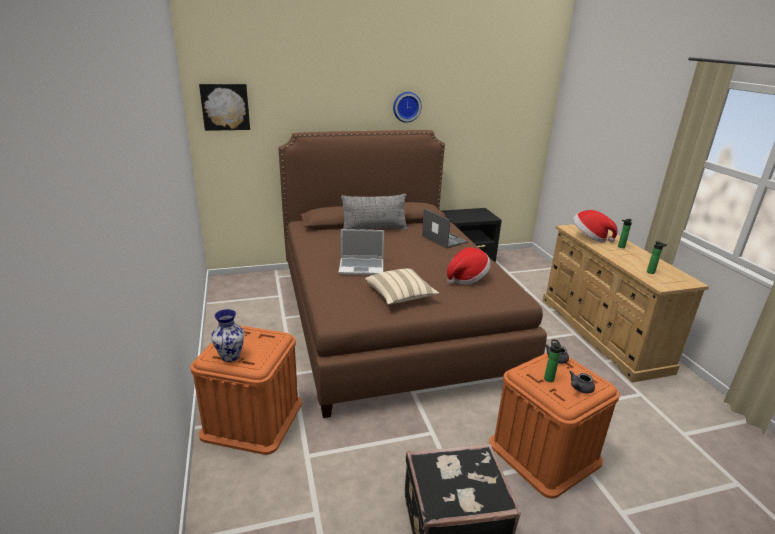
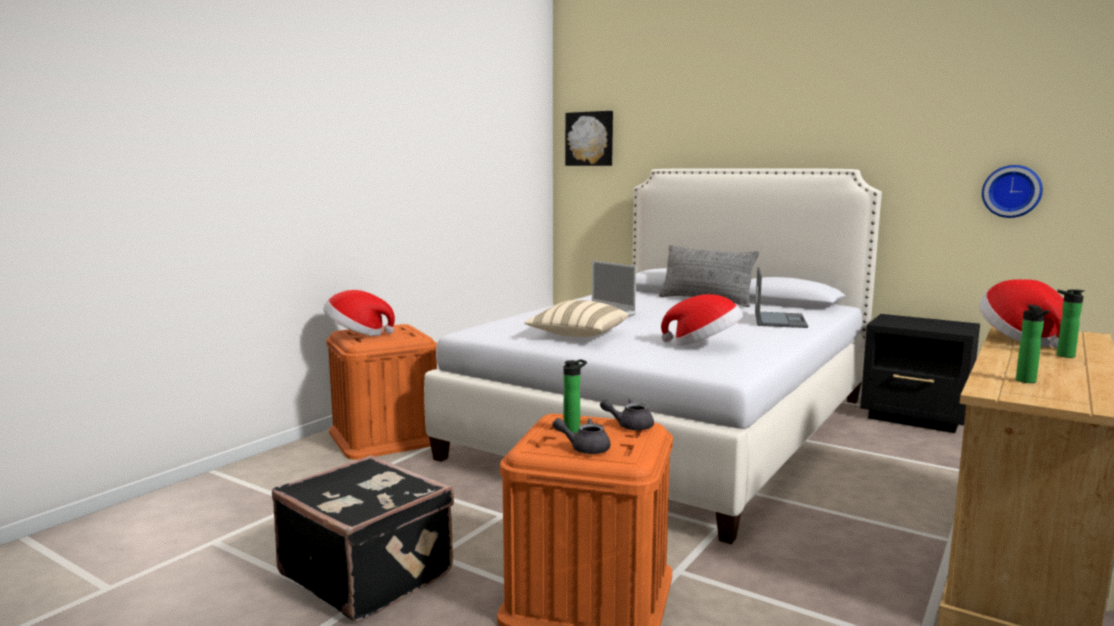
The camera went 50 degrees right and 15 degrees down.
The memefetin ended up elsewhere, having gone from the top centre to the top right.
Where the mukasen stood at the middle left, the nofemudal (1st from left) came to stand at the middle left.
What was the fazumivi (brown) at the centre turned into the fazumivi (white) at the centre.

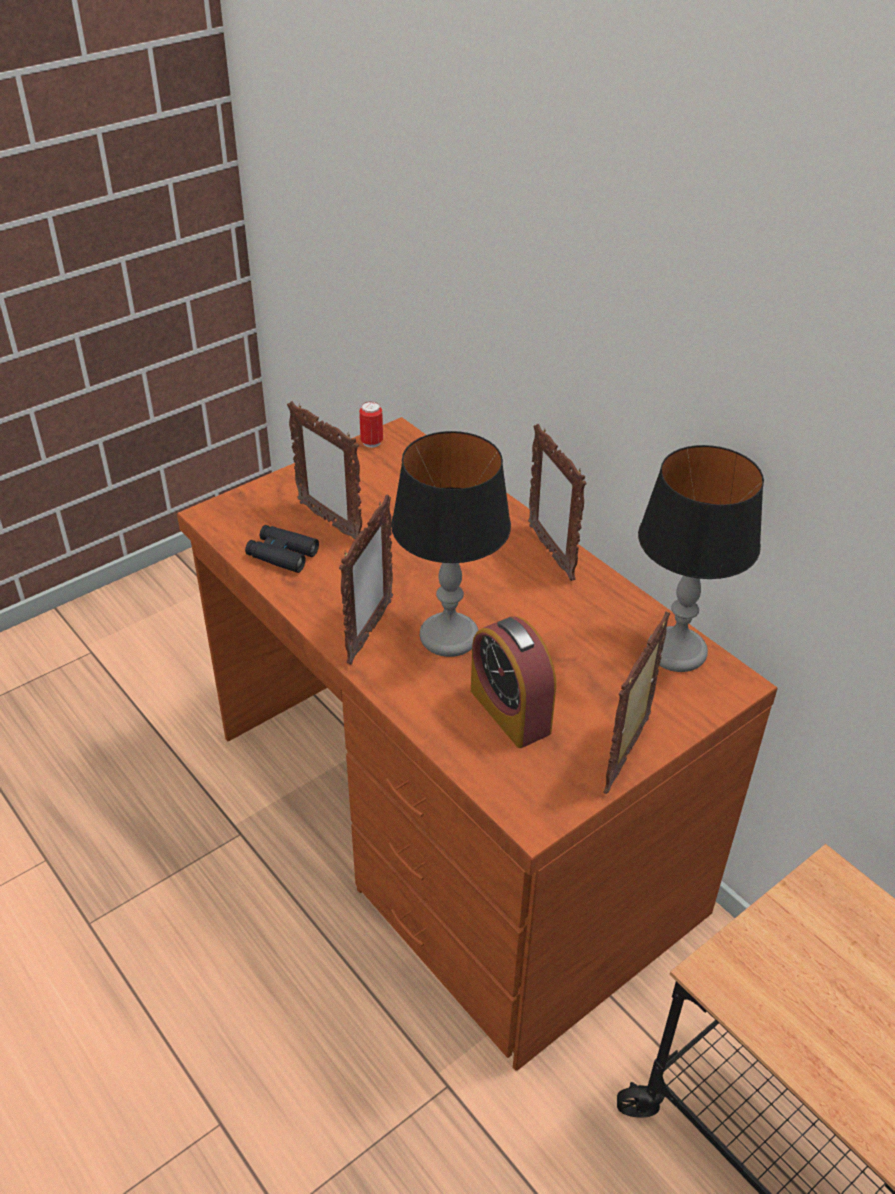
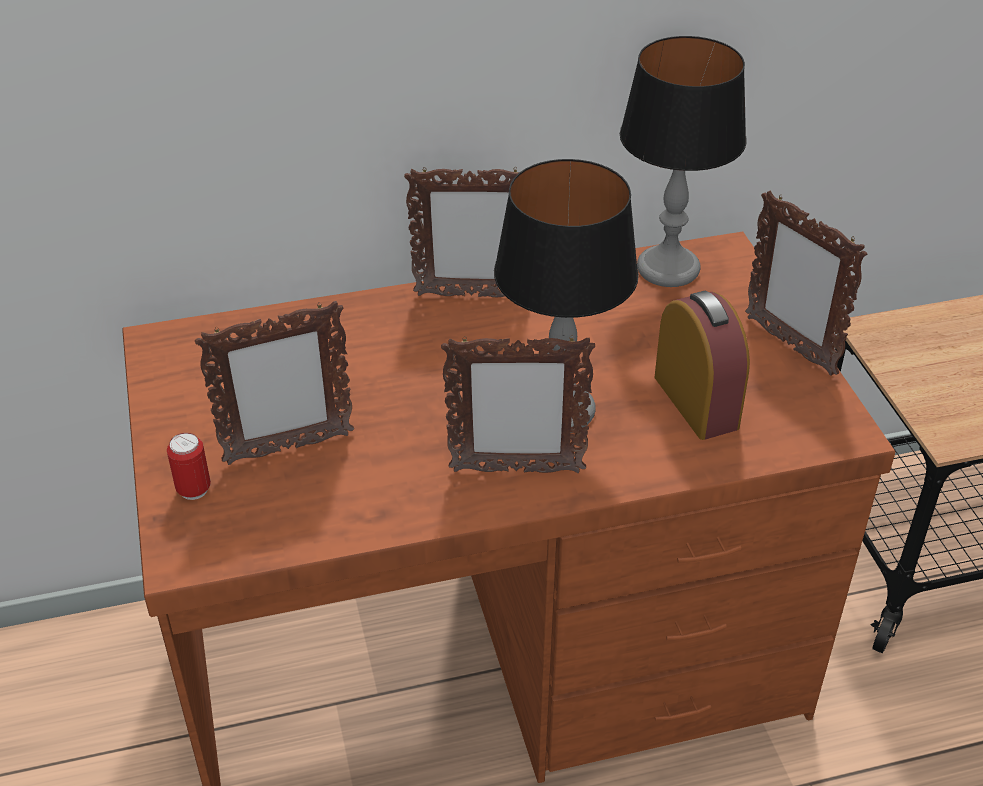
The camera went 65 degrees left and 0 degrees up.
The second view lost the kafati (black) at the middle left.
The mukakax ended up elsewhere, having gone from the centre to the middle left.
The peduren (2nd from left in the first image) at the centre ended up facing another way, 135 degrees clockwise from before.
The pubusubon at the centre ended up facing another way, 105 degrees counterclockwise from before.

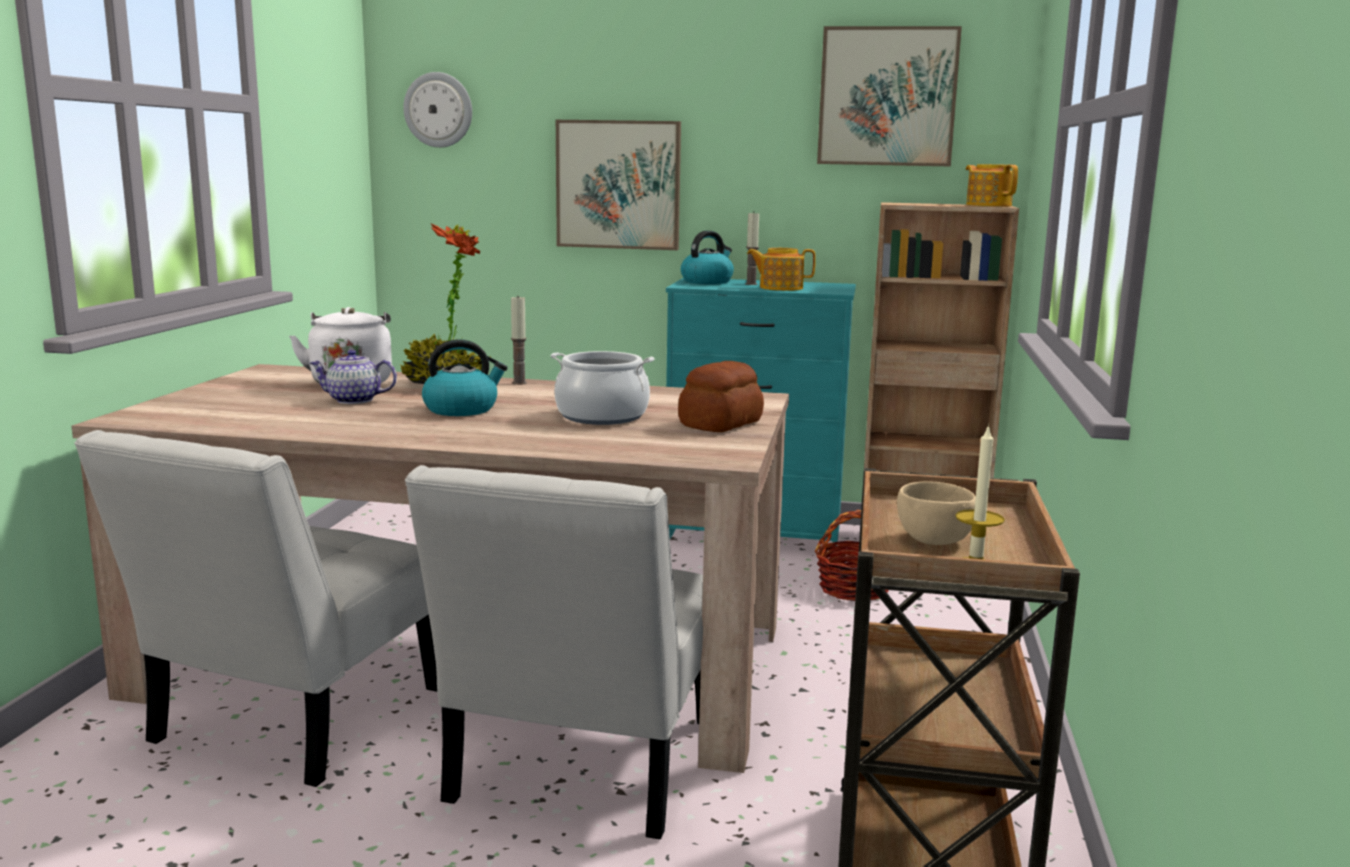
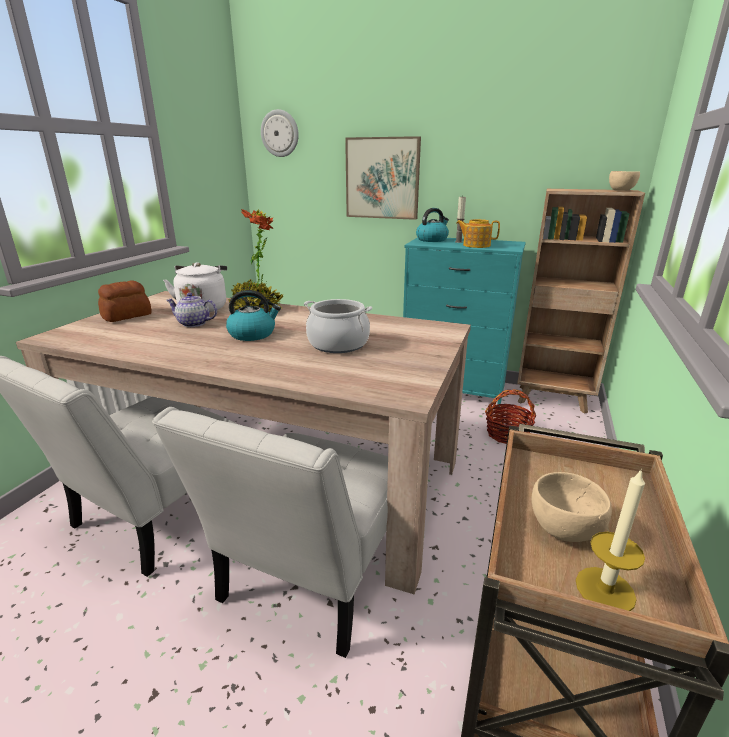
The camera went 10 degrees right and 10 degrees up.
The second view lost the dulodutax (1st from left) at the centre.
The second view lost the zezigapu (2nd from left) at the top centre.
The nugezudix ended up elsewhere, having gone from the centre to the middle left.
Where the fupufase (3rd from left) stood at the top right, the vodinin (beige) (2nd from left) came to stand at the top right.

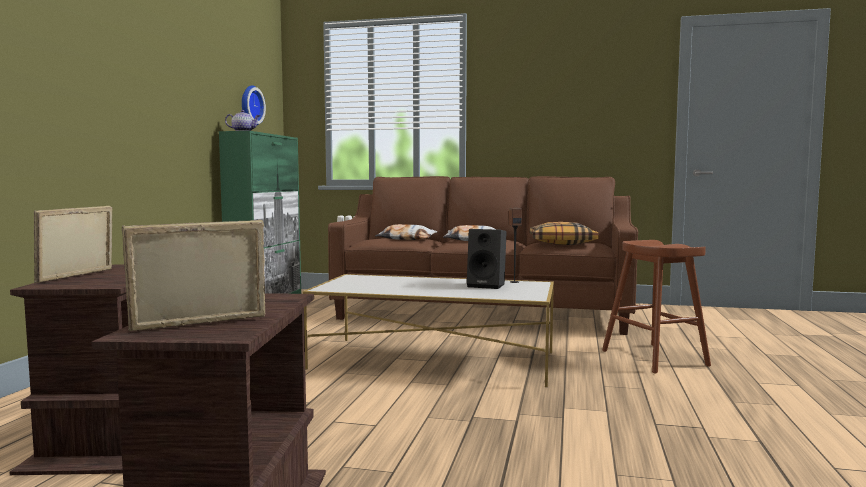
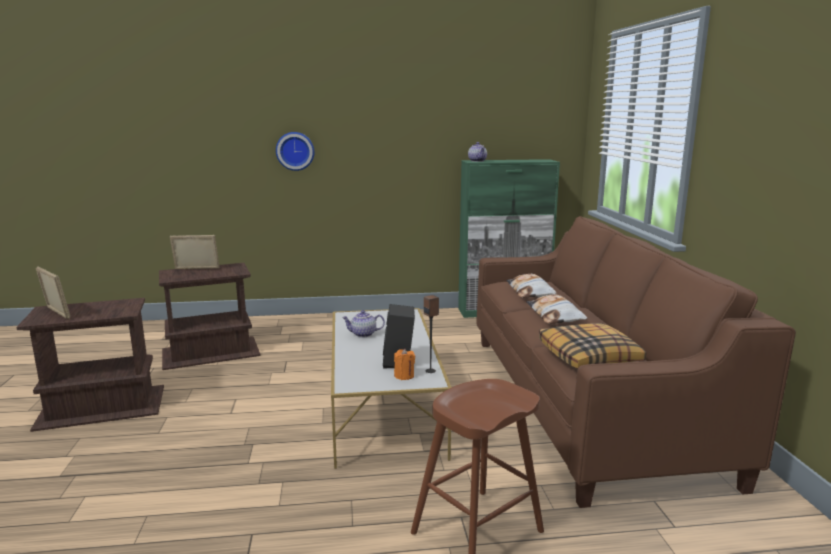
The camera went 70 degrees right and 10 degrees up.
The second view gained the fupufase (1st from left) at the centre.
The second view gained the dulodutax (orange) at the centre.
The memefetin ended up elsewhere, having gone from the top left to the top centre.

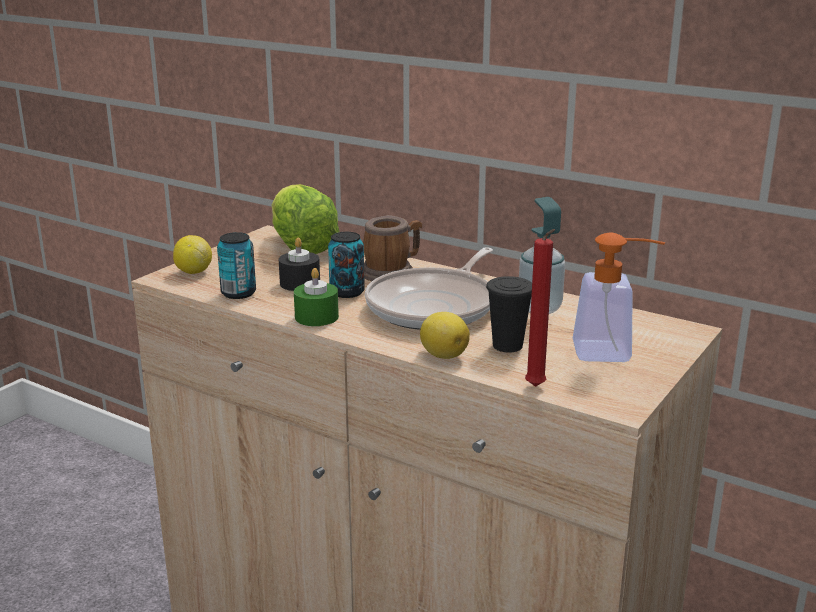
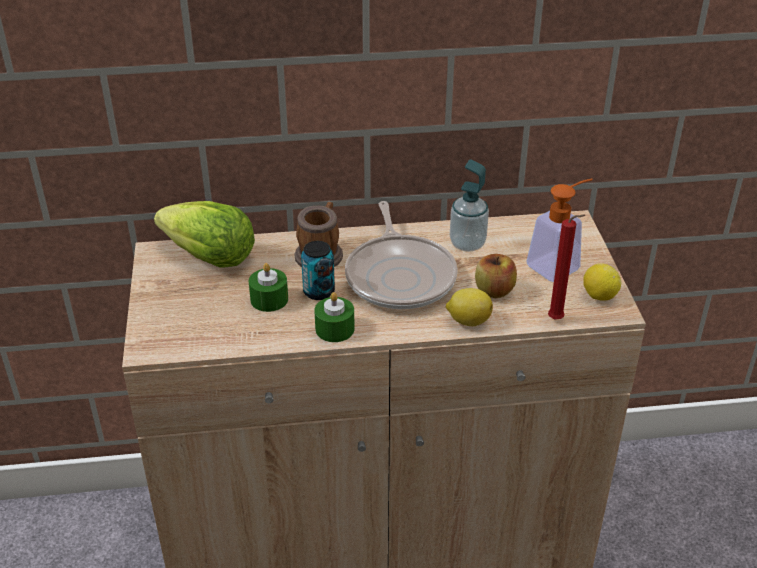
The camera went 40 degrees left and 15 degrees up.
The second view lost the mukakax (1st from left) at the middle left.
The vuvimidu (1st from left in the first image) ended up elsewhere, having gone from the middle left to the middle right.
Where the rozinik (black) stood at the centre, the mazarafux came to stand at the centre.
What was the dulodutax (black) at the centre turned into the dulodutax (green) (1st from left) at the centre.

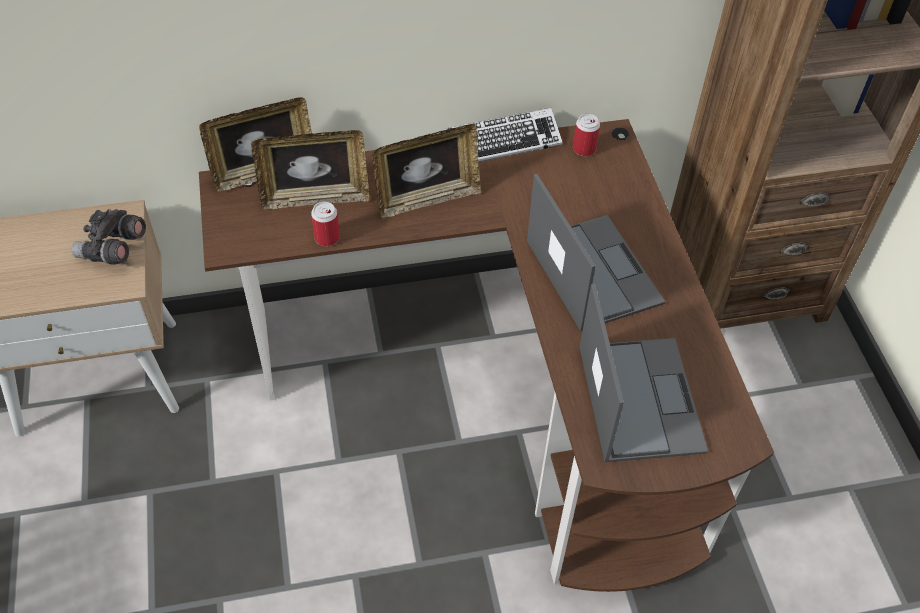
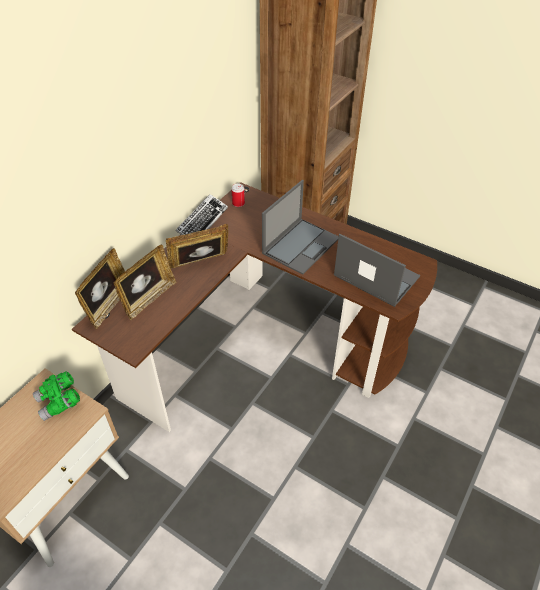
The camera went 45 degrees left and 5 degrees down.
The second view lost the mukakax (1st from left) at the centre.
What was the kafati (grey) at the middle left turned into the kafati (green) at the bottom left.
The peduren (3rd from left) at the top centre ended up facing another way, 135 degrees counterclockwise from before.
The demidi (1st from left) at the centre ended up facing another way, 105 degrees clockwise from before.

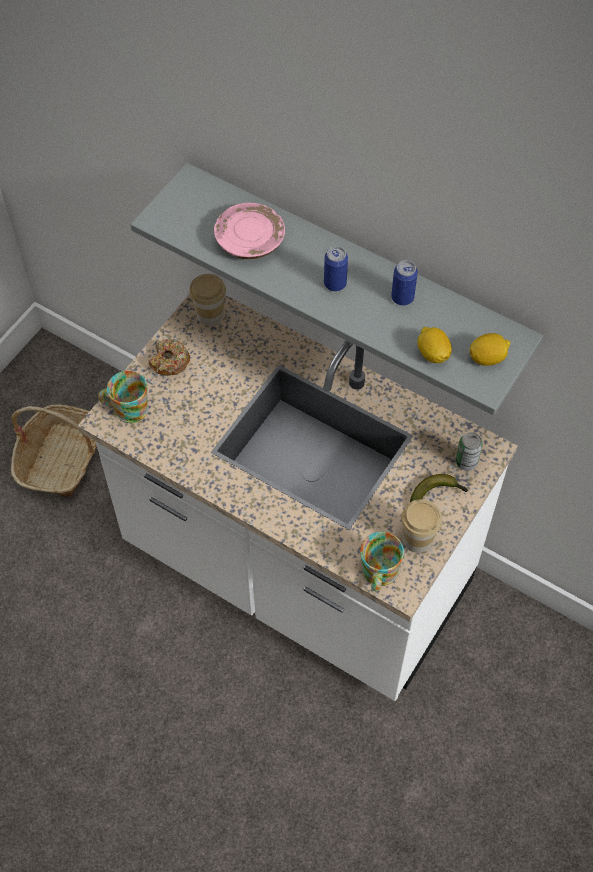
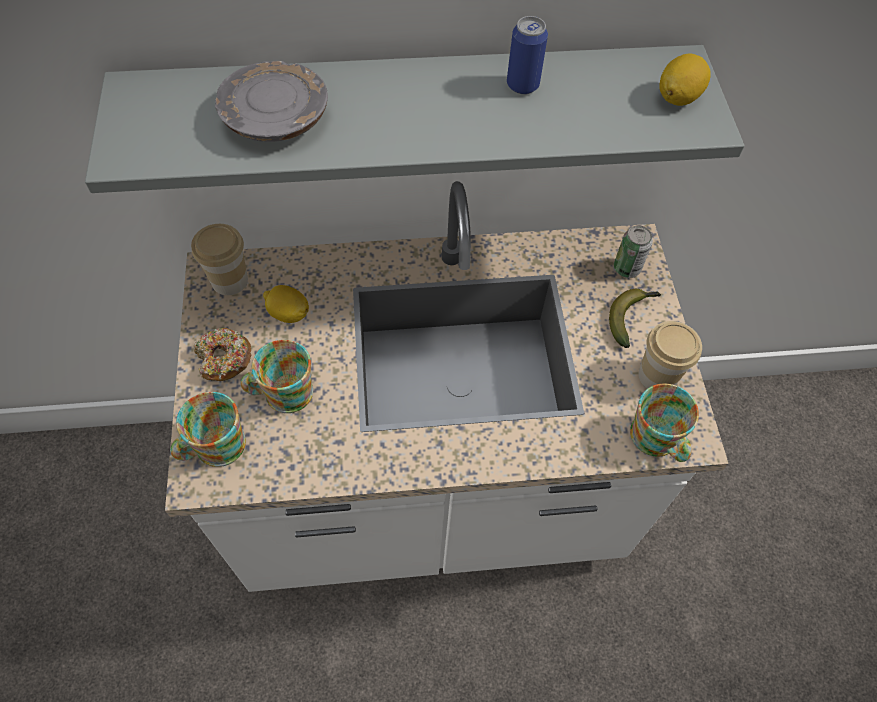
The camera went 40 degrees left and 0 degrees up.
The second view lost the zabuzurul at the middle left.
The second view lost the mukakax (1st from left) at the top centre.
The second view gained the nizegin (2nd from left) at the middle left.
The vuvimidu (1st from left) ended up elsewhere, having gone from the middle right to the middle left.
What was the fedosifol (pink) at the top centre turned into the fedosifol (grey) at the top left.

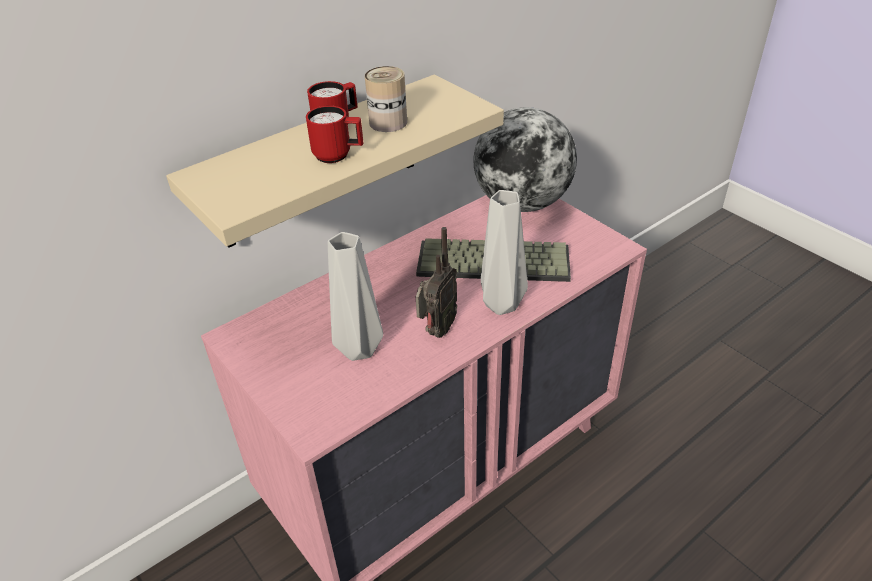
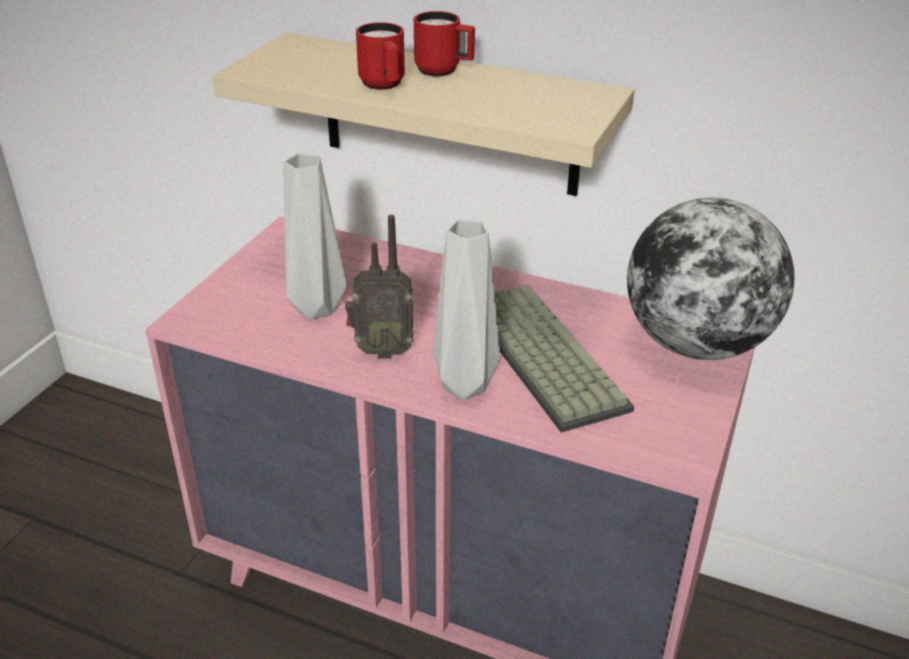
The camera went 60 degrees right and 5 degrees down.
The second view lost the mukakax at the top centre.

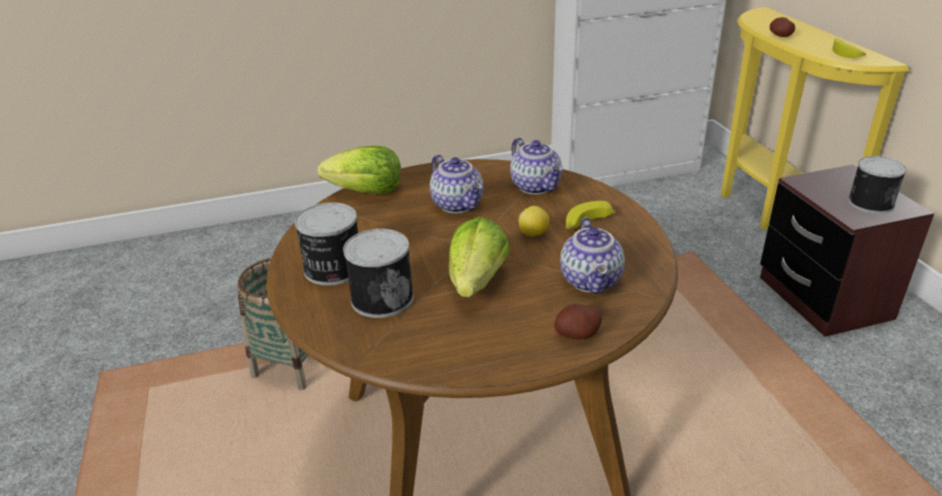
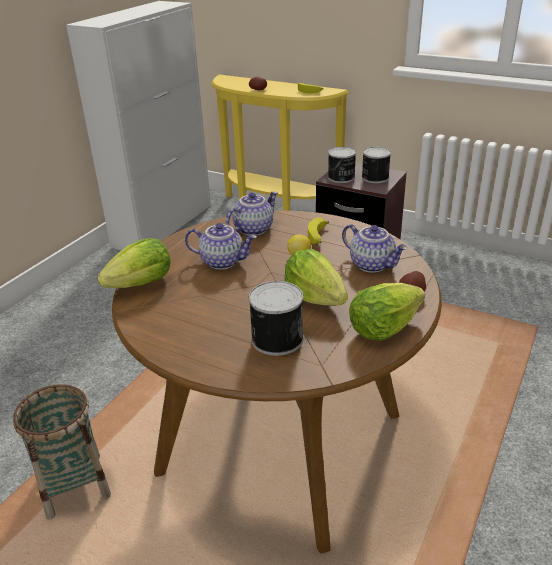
The camera went 45 degrees left and 0 degrees up.
The second view gained the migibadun (3rd from left) at the middle right.
The mukakax (1st from left in the first image) ended up elsewhere, having gone from the centre to the top centre.
The fupufase (2nd from left) at the centre ended up facing another way, 60 degrees counterclockwise from before.

